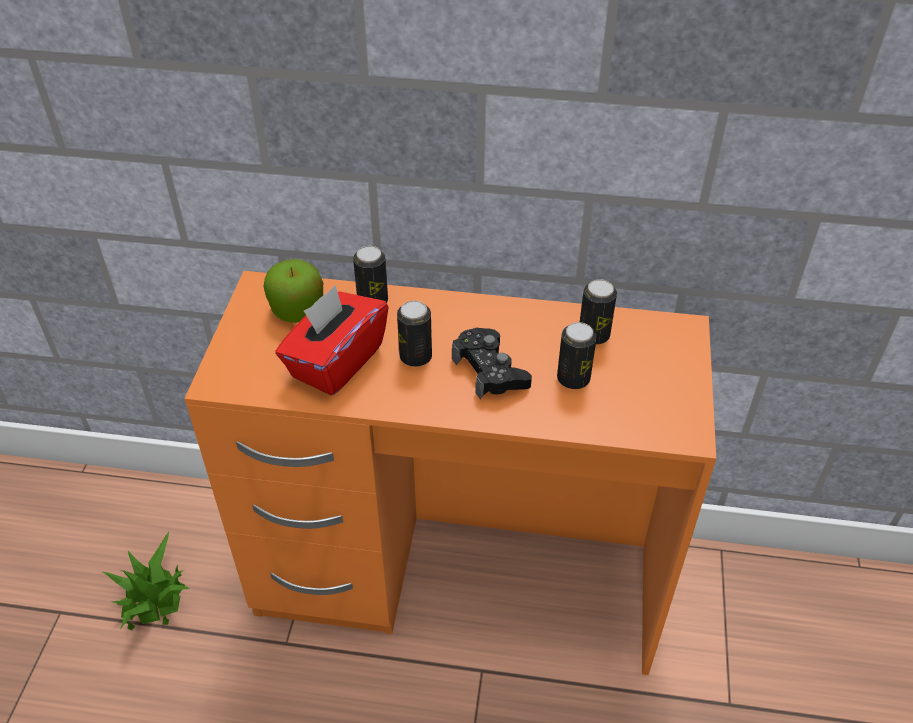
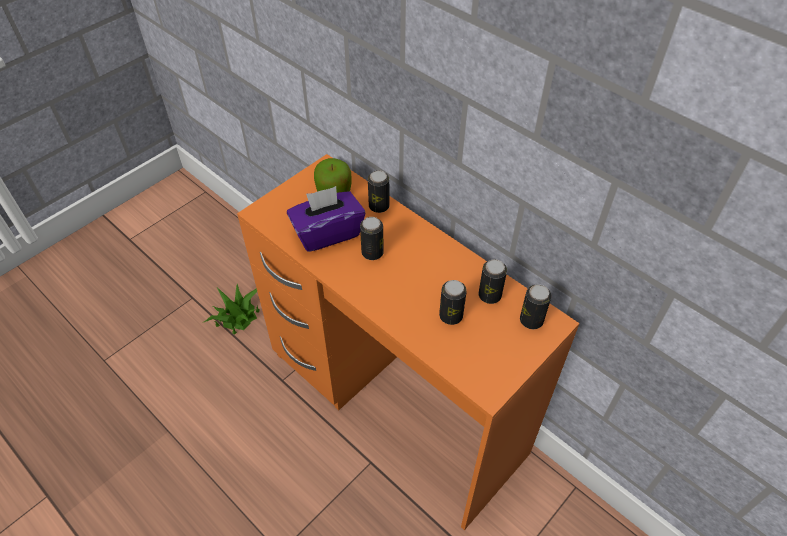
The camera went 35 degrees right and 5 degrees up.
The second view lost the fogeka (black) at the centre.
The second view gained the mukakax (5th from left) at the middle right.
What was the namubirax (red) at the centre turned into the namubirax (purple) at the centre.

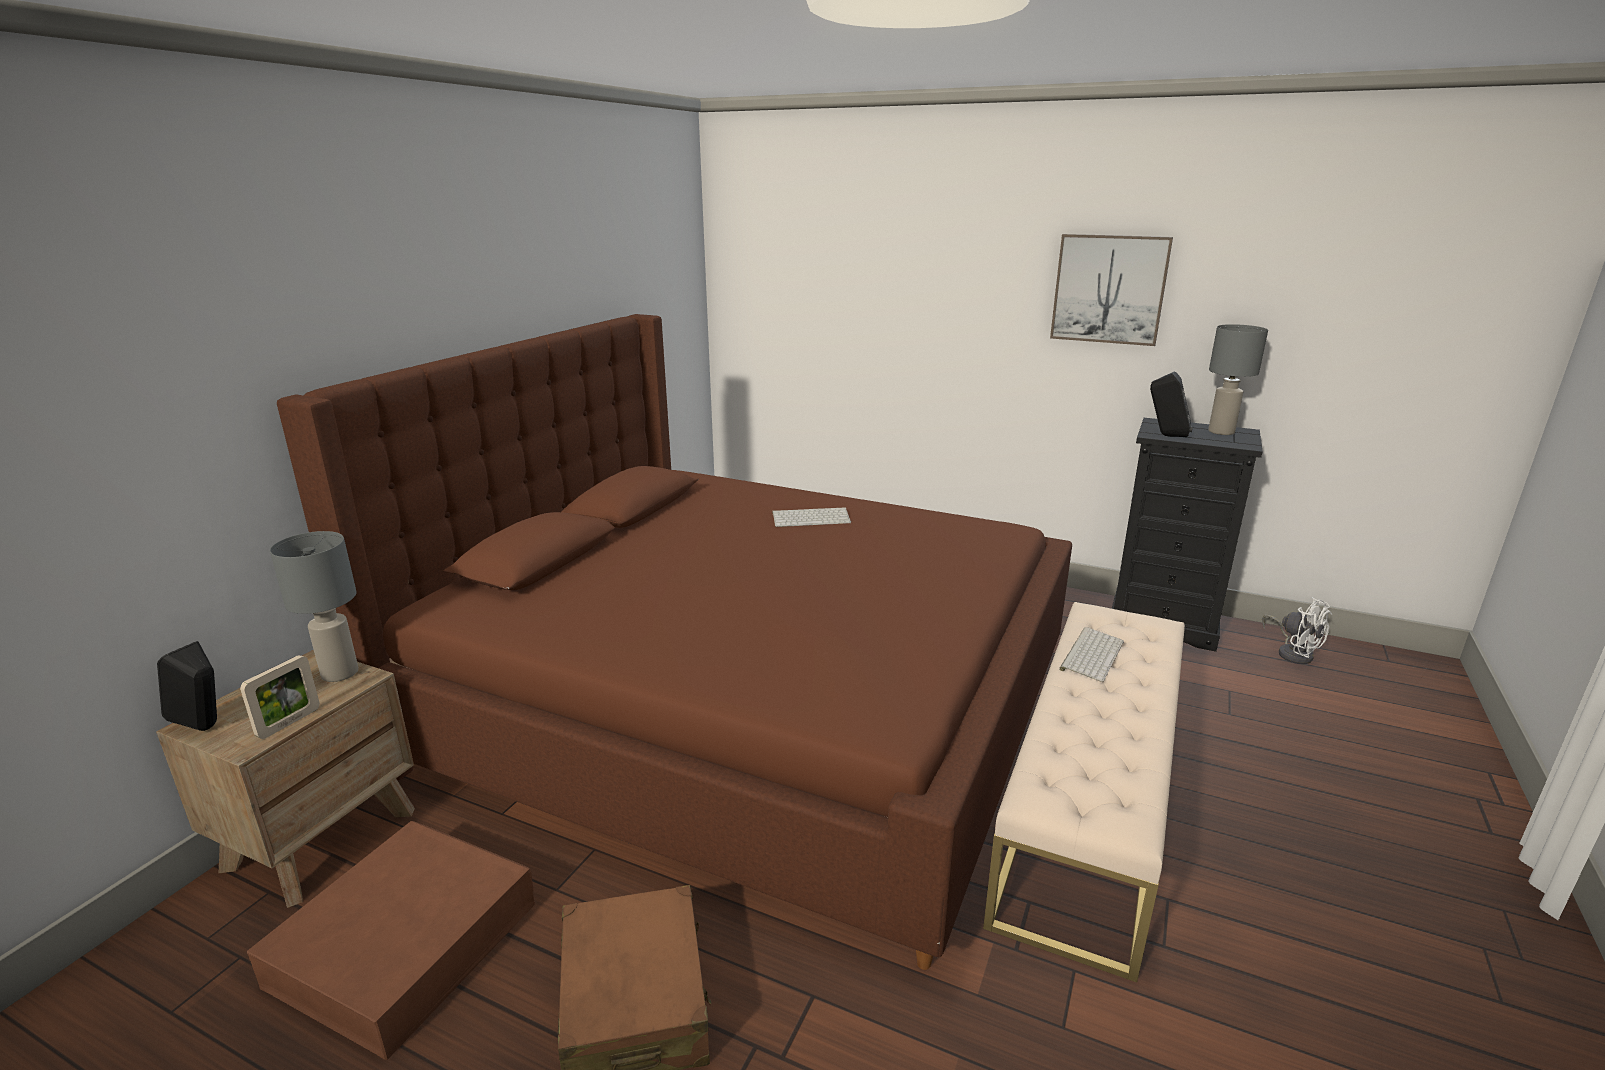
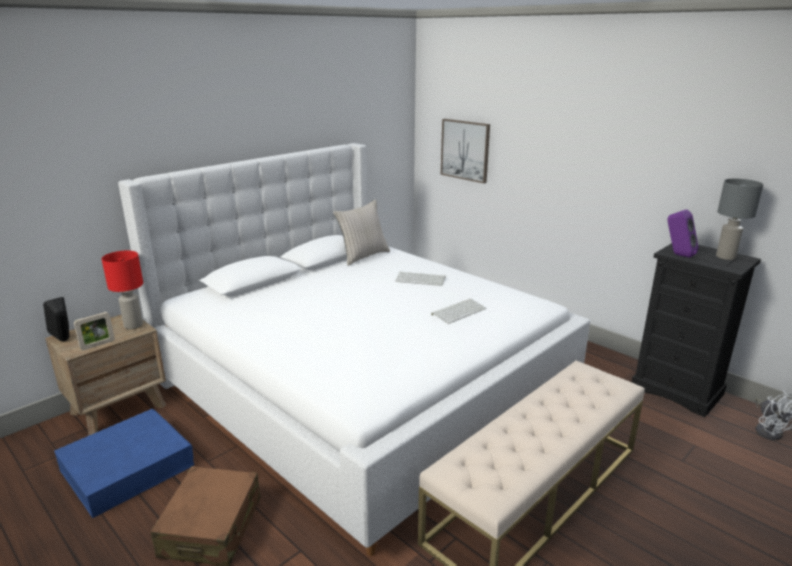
The camera went 20 degrees right and 0 degrees up.
The second view gained the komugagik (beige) at the centre.
The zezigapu ended up elsewhere, having gone from the top right to the top centre.
The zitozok (2nd from left) ended up elsewhere, having gone from the middle right to the centre.
What was the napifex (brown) at the bottom left turned into the napifex (blue) at the bottom left.
What was the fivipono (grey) (1st from left) at the middle left turned into the fivipono (red) at the middle left.
What was the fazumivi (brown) at the centre turned into the fazumivi (white) at the centre.
What was the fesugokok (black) (2nd from left) at the middle right turned into the fesugokok (purple) at the middle right.

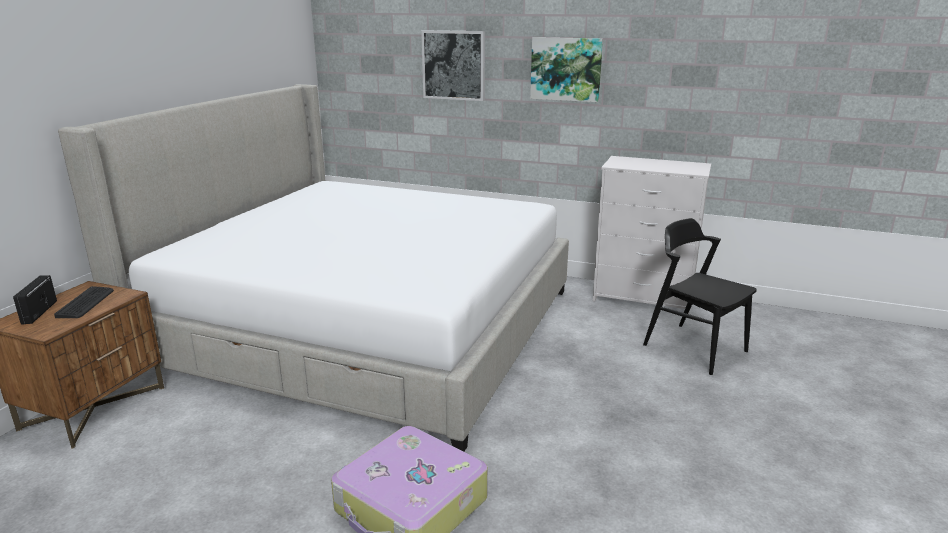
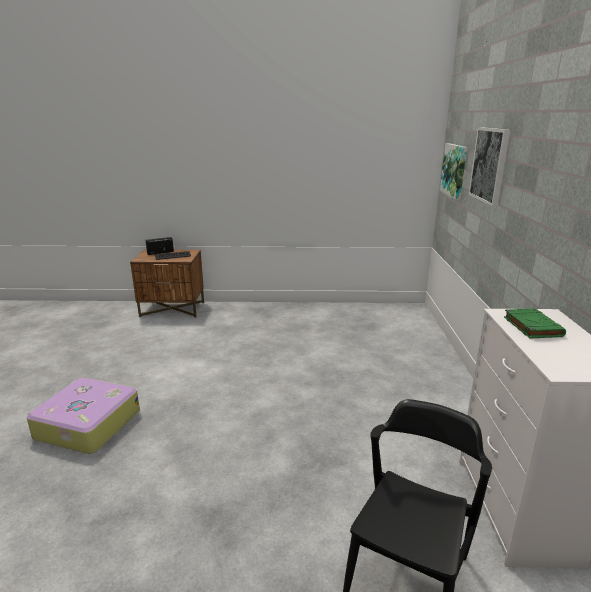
The camera went 70 degrees right and 0 degrees up.
The second view lost the fazumivi at the middle left.
The second view gained the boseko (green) at the middle right.
The zezigapu (2nd from left in the first image) ended up elsewhere, having gone from the top centre to the top right.

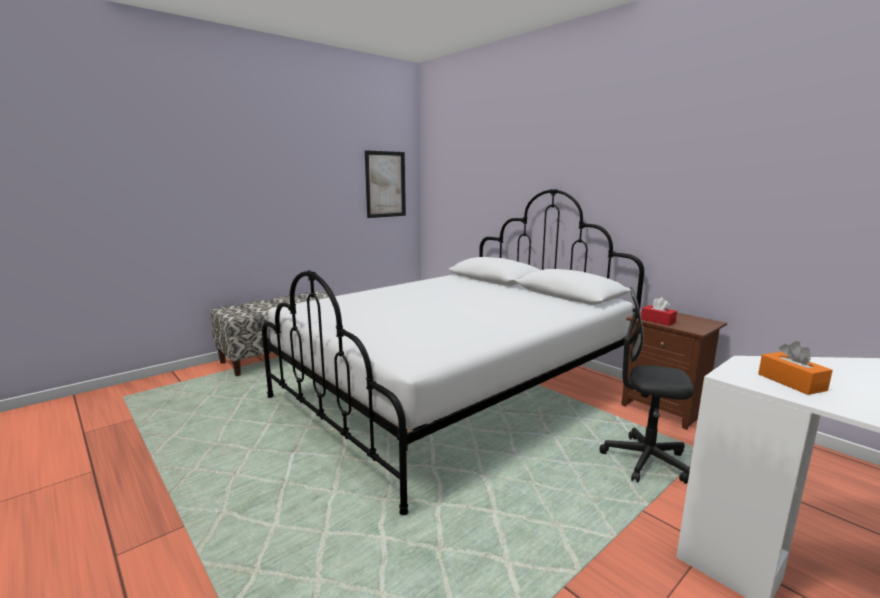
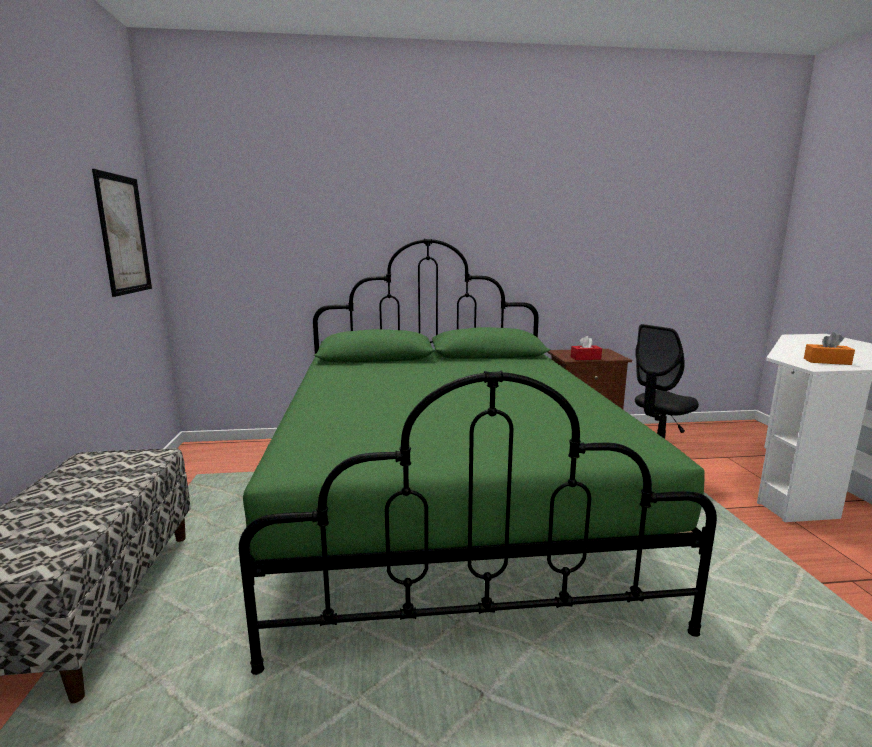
The camera went 55 degrees left and 0 degrees up.
What was the fazumivi (white) at the centre turned into the fazumivi (green) at the centre.

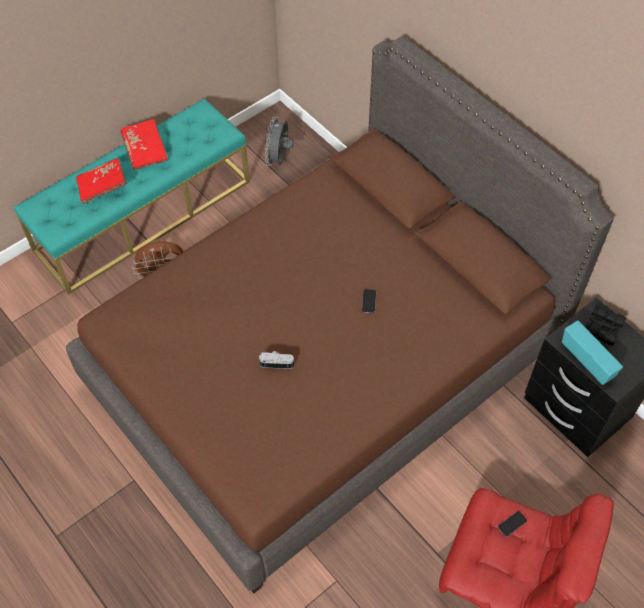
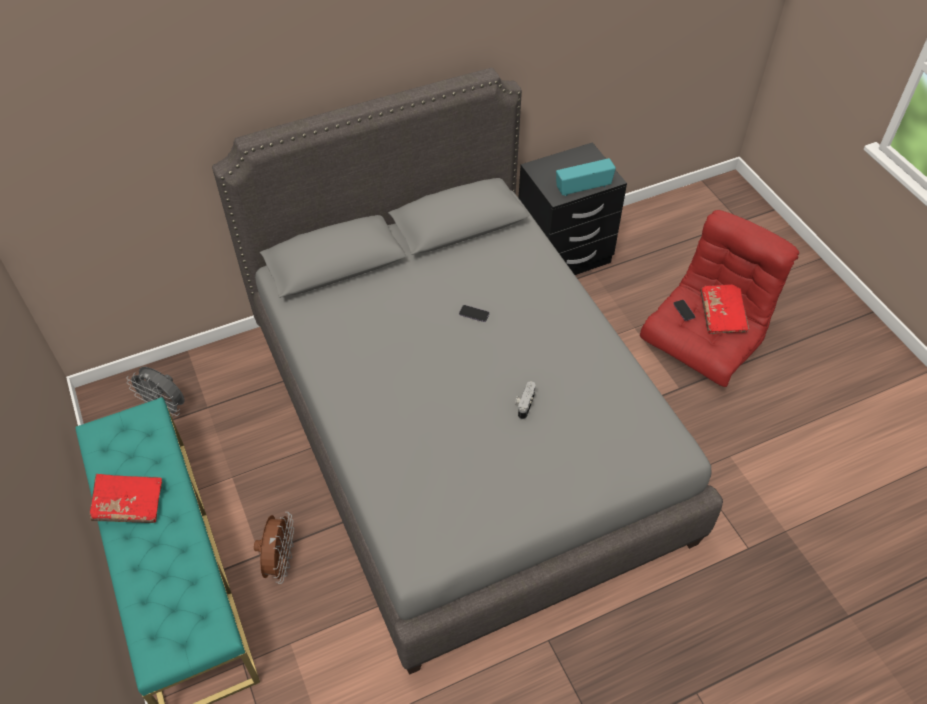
The camera went 75 degrees left and 5 degrees down.
The second view lost the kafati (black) at the middle right.
The boseko (red) (1st from left in the first image) ended up elsewhere, having gone from the top left to the middle right.
What was the fazumivi (brown) at the centre turned into the fazumivi (grey) at the centre.

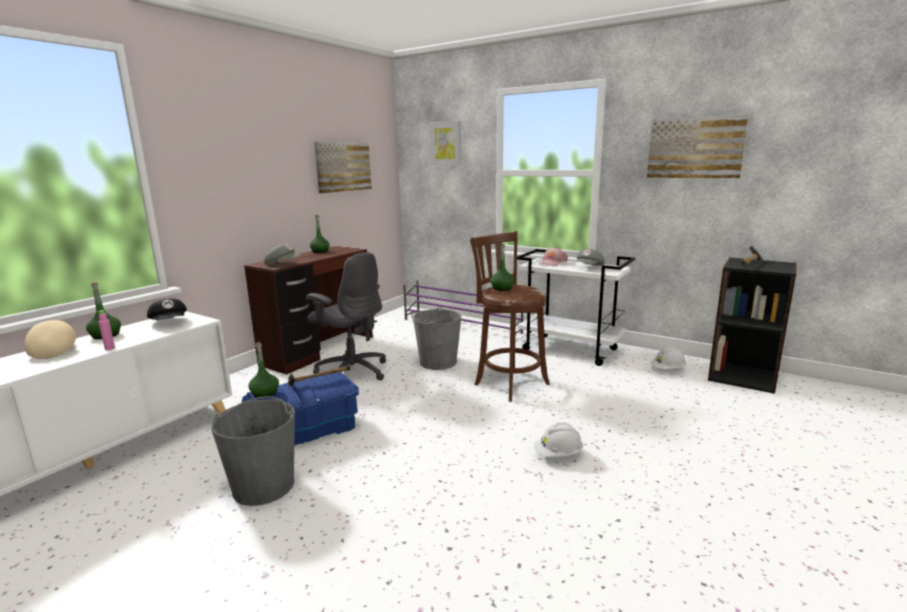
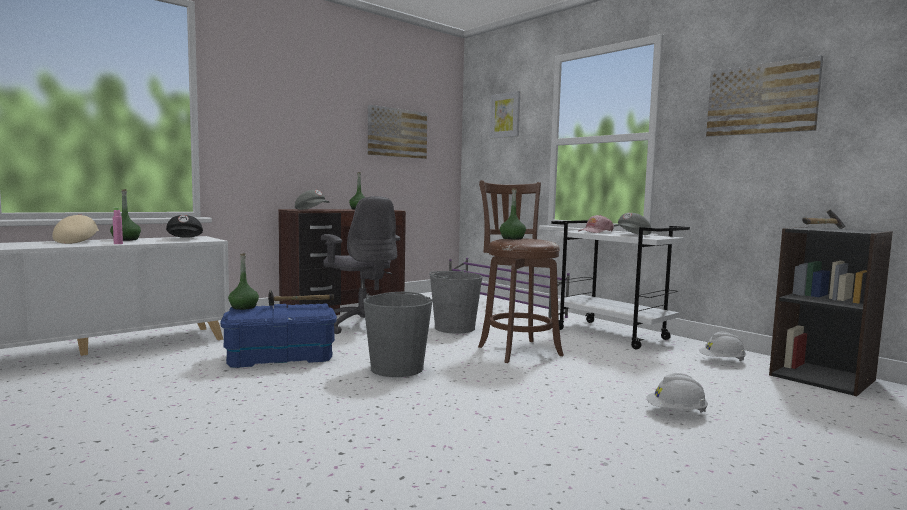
The camera went 15 degrees right and 10 degrees down.
The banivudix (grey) (1st from left) ended up elsewhere, having gone from the bottom left to the centre.
The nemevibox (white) (1st from left) ended up elsewhere, having gone from the bottom centre to the bottom right.

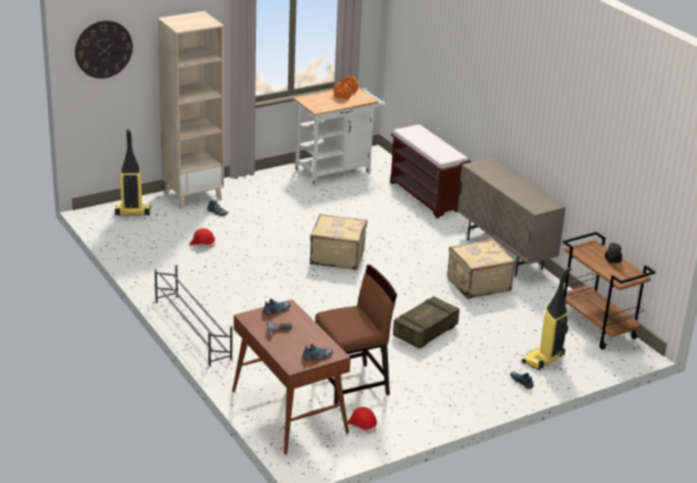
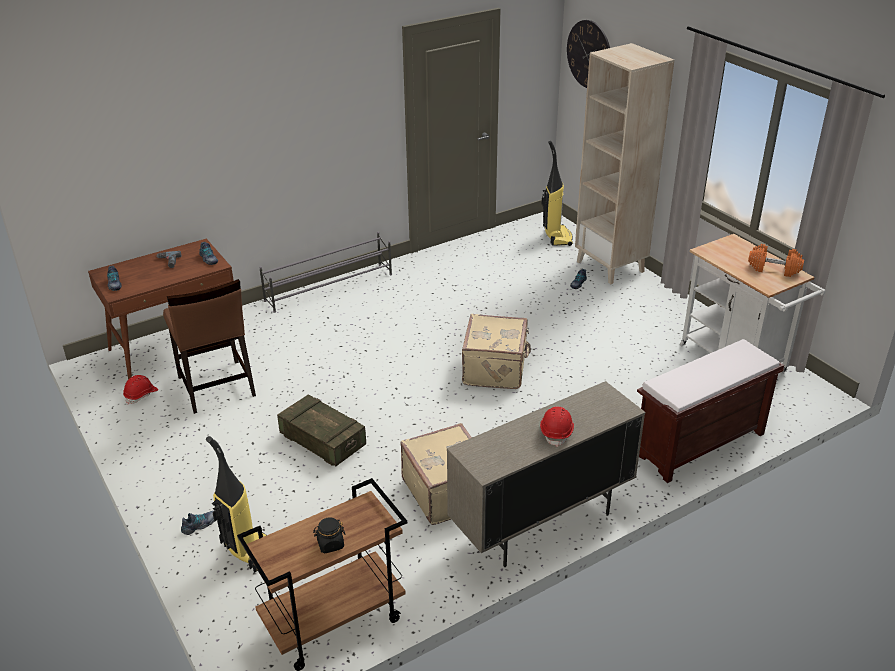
The camera went 90 degrees right and 5 degrees up.
The nemevibox (red) (1st from left in the first image) ended up elsewhere, having gone from the middle left to the centre.

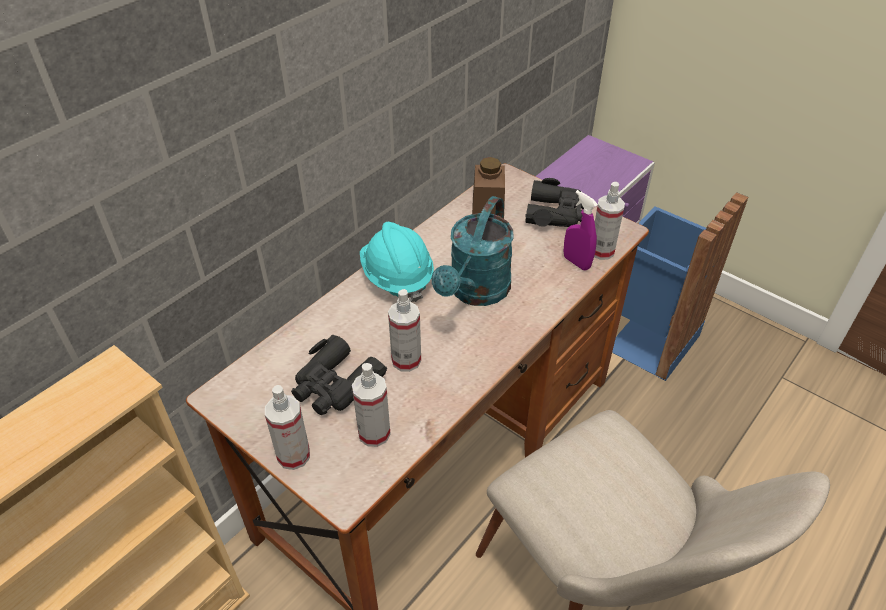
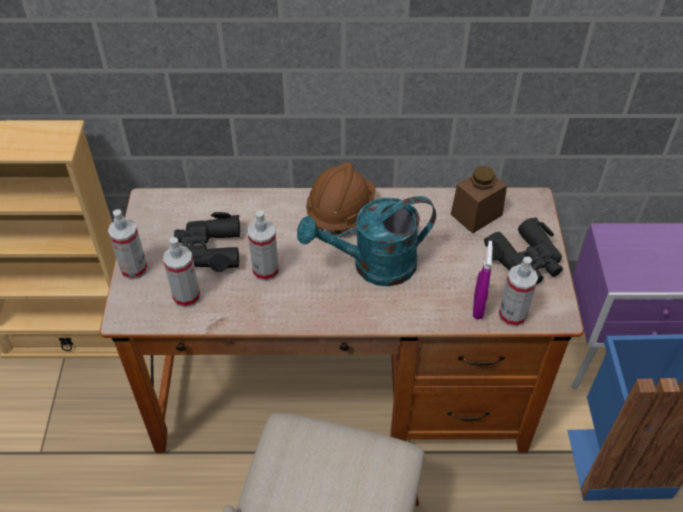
The camera went 50 degrees right and 5 degrees up.
What was the nemevibox (turquoise) at the centre turned into the nemevibox (brown) at the centre.

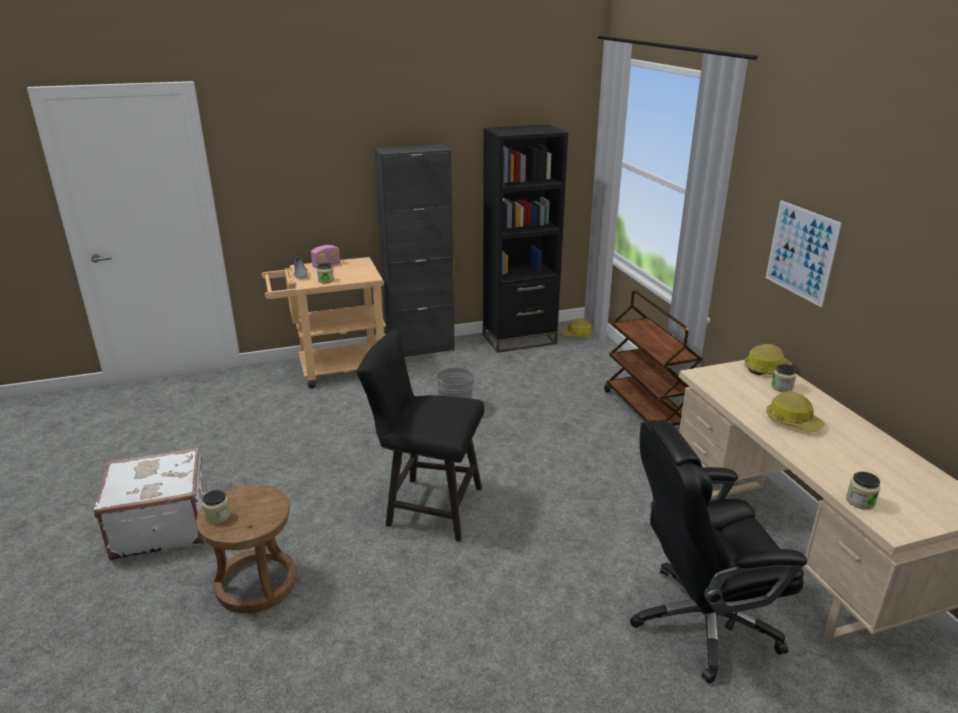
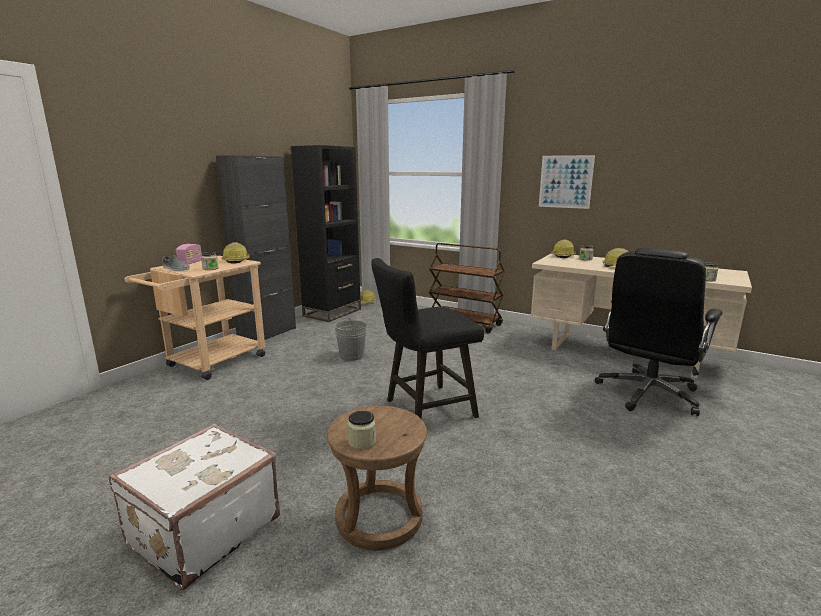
The camera went 40 degrees left and 10 degrees down.
The second view gained the nemevibox (1st from left) at the middle left.

